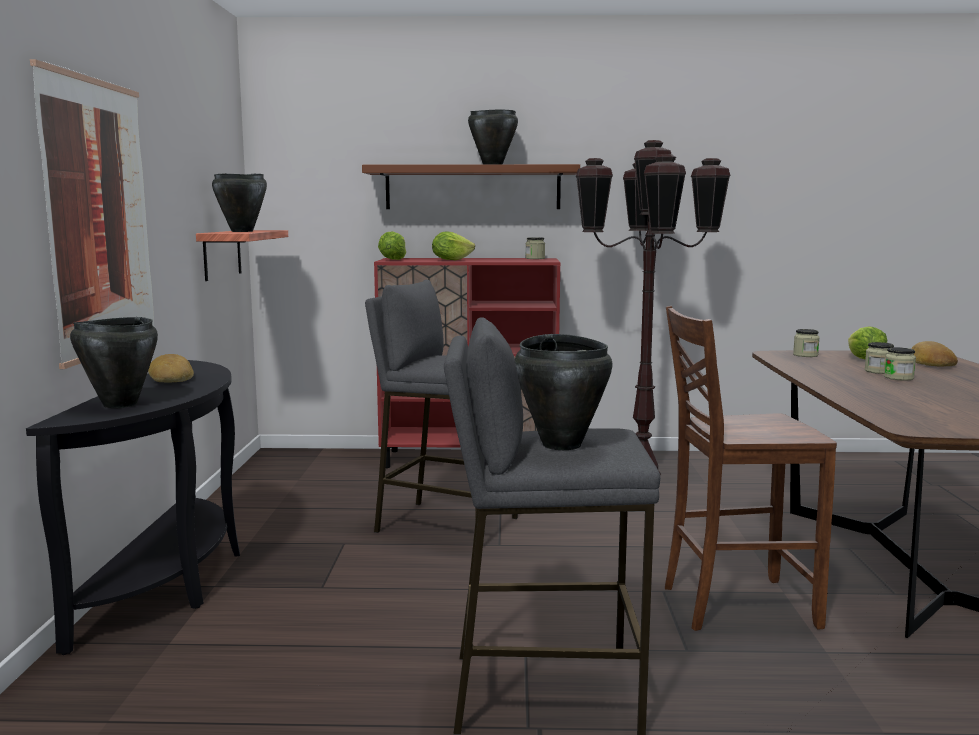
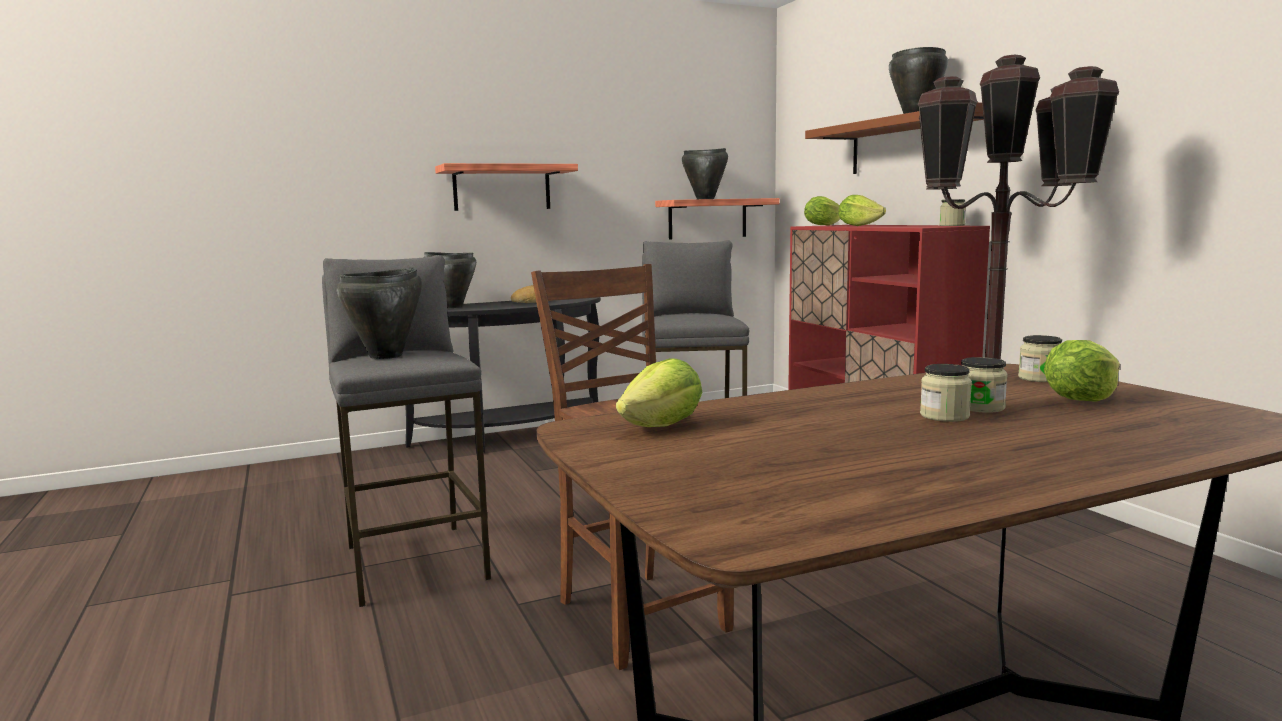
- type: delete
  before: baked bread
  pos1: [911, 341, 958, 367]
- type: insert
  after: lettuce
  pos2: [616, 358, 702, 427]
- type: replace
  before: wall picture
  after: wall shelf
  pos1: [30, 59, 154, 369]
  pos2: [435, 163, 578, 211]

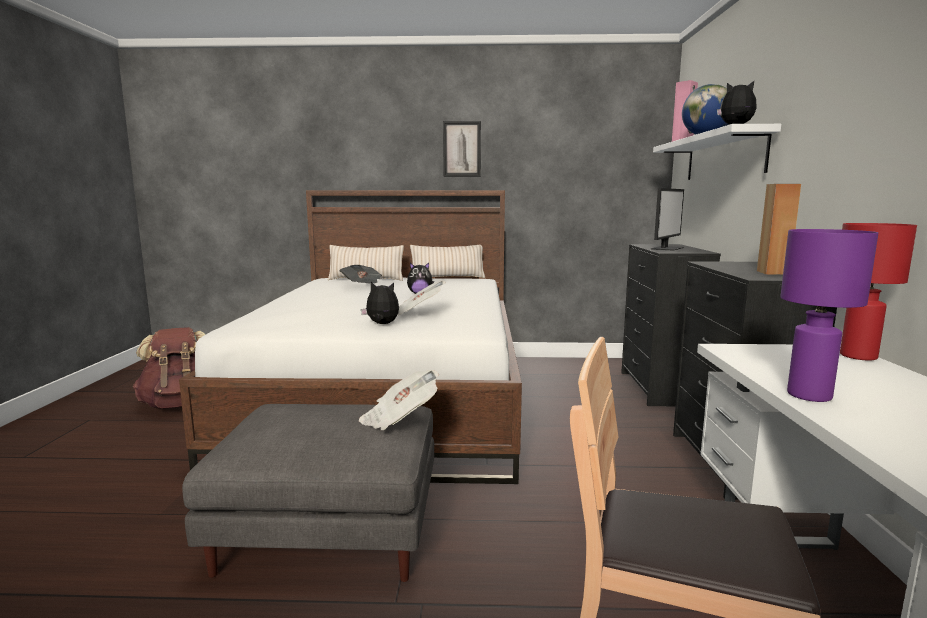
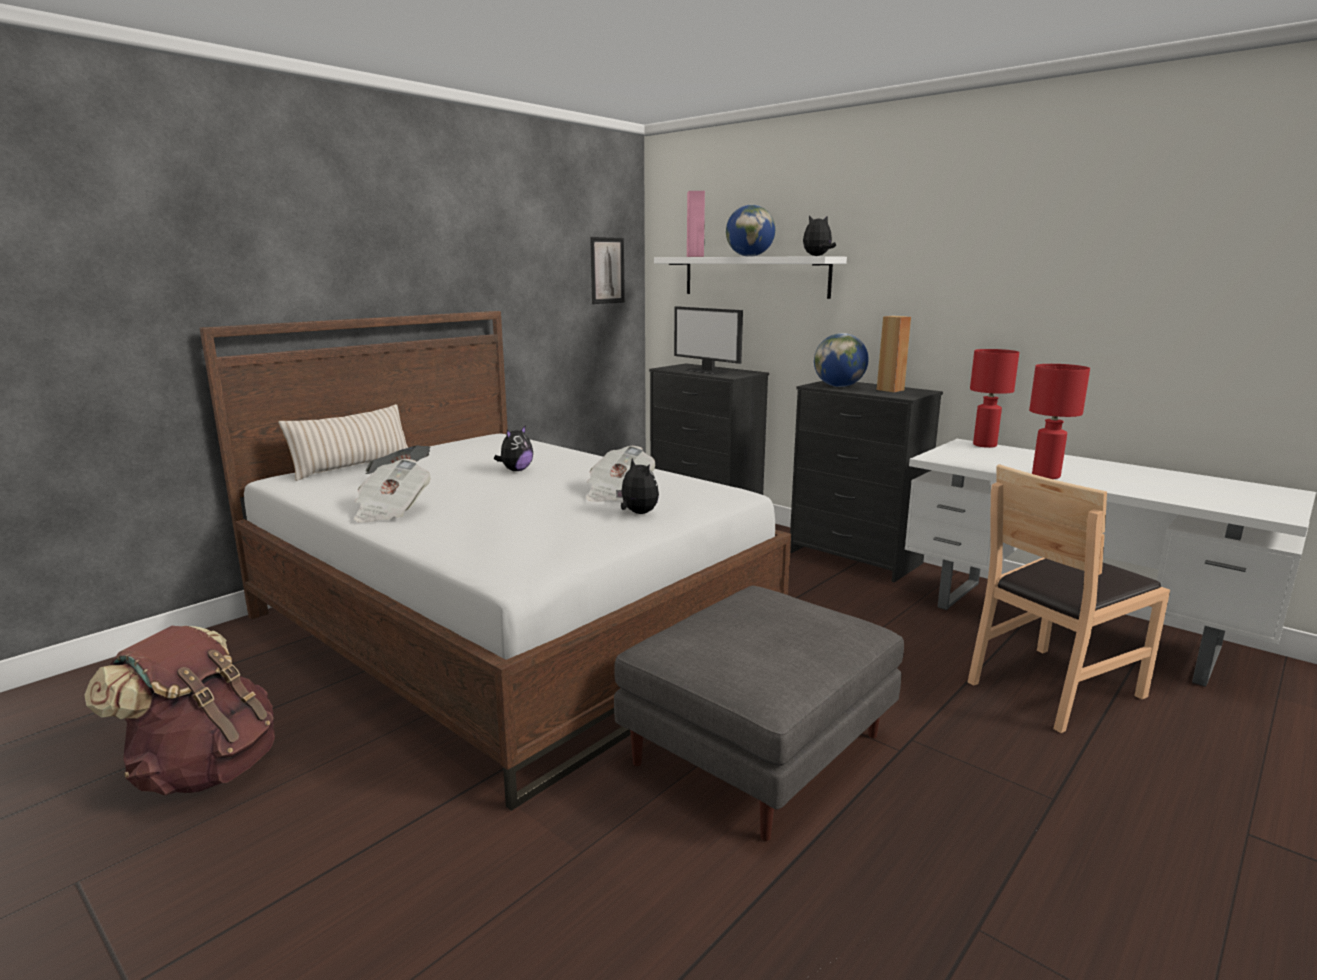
- type: delete
  before: pillow (beige)
  pos1: [410, 245, 485, 278]
- type: insert
  after: world globe
  pos2: [814, 333, 869, 387]
- type: move
  before: printed paper
  pos1: [359, 370, 439, 430]
  pos2: [354, 459, 431, 523]
- type: move
  before: wall picture
  pos1: [443, 121, 481, 177]
  pos2: [590, 237, 625, 304]
- type: recolor
  before: tabletop lamp (purple)
  after: tabletop lamp (red-coloured)
  pos1: [780, 229, 878, 402]
  pos2: [1029, 364, 1090, 479]
- type: rotate
  before: plush toy
  pos1: [361, 282, 399, 324]
  pos2: [616, 458, 659, 514]
  turn: 90
- type: rotate
  before: monitor
  pos1: [651, 188, 684, 251]
  pos2: [674, 306, 743, 374]
  turn: 150

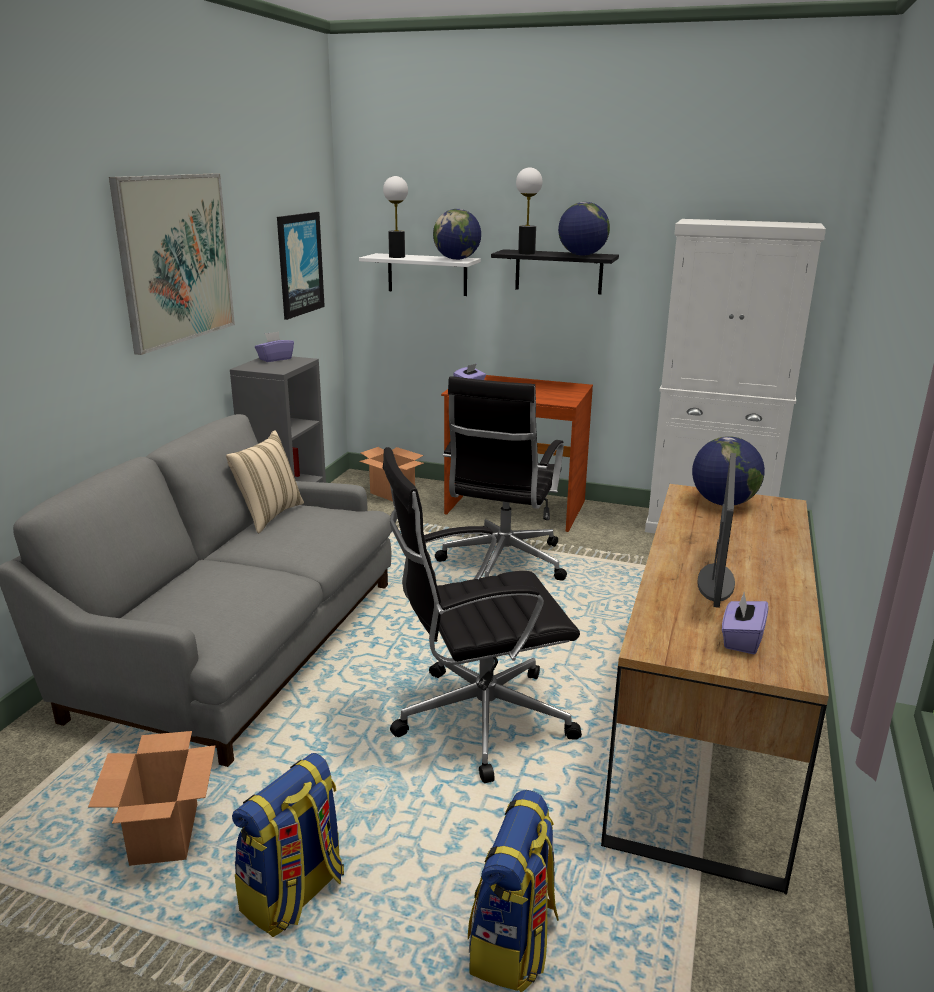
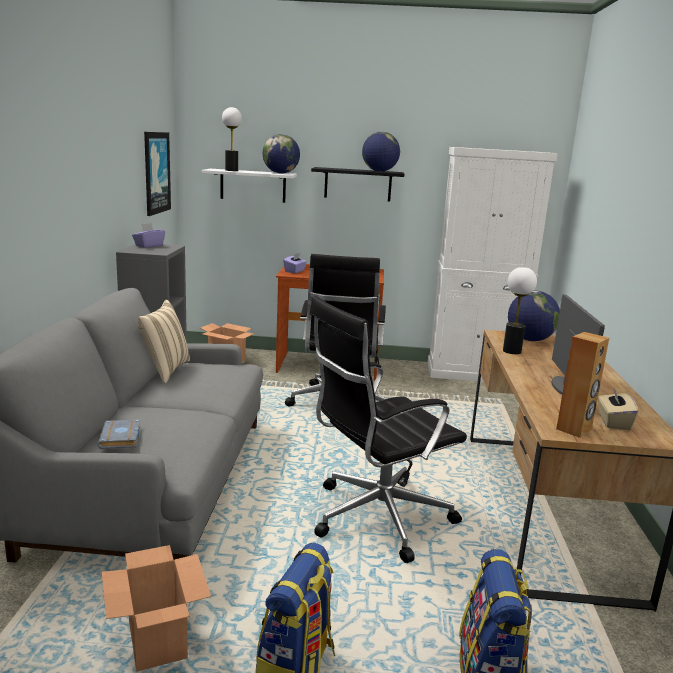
- type: delete
  before: wall picture
  pos1: [109, 174, 235, 355]
- type: insert
  after: bound book (gray)
  pos2: [98, 420, 140, 449]
- type: insert
  after: loudspeaker (brownish)
  pos2: [556, 332, 609, 438]
- type: move
  before: tabletop lamp
  pos1: [516, 167, 543, 254]
  pos2: [503, 267, 537, 354]
- type: recolor
  before: tissue holder (purple)
  after: tissue holder (beige)
  pos1: [722, 593, 769, 654]
  pos2: [598, 386, 638, 430]

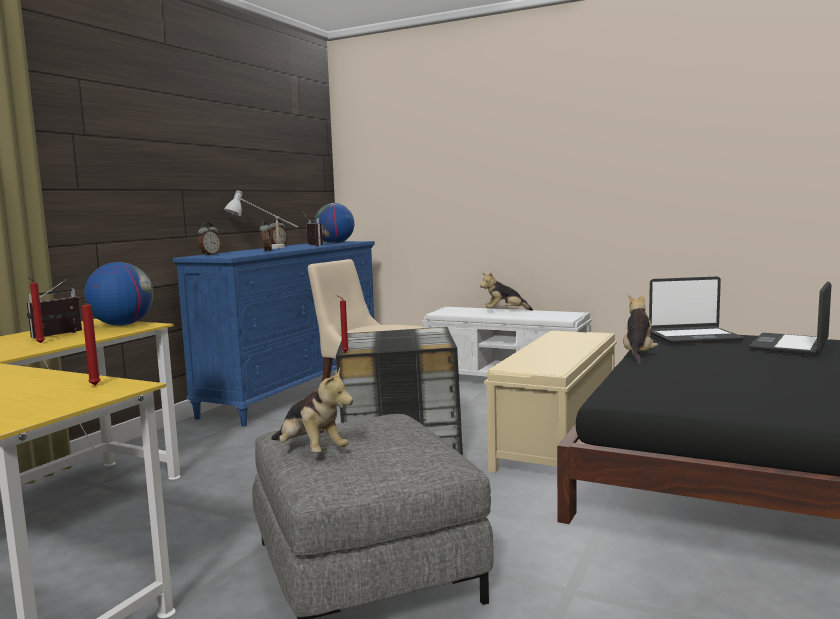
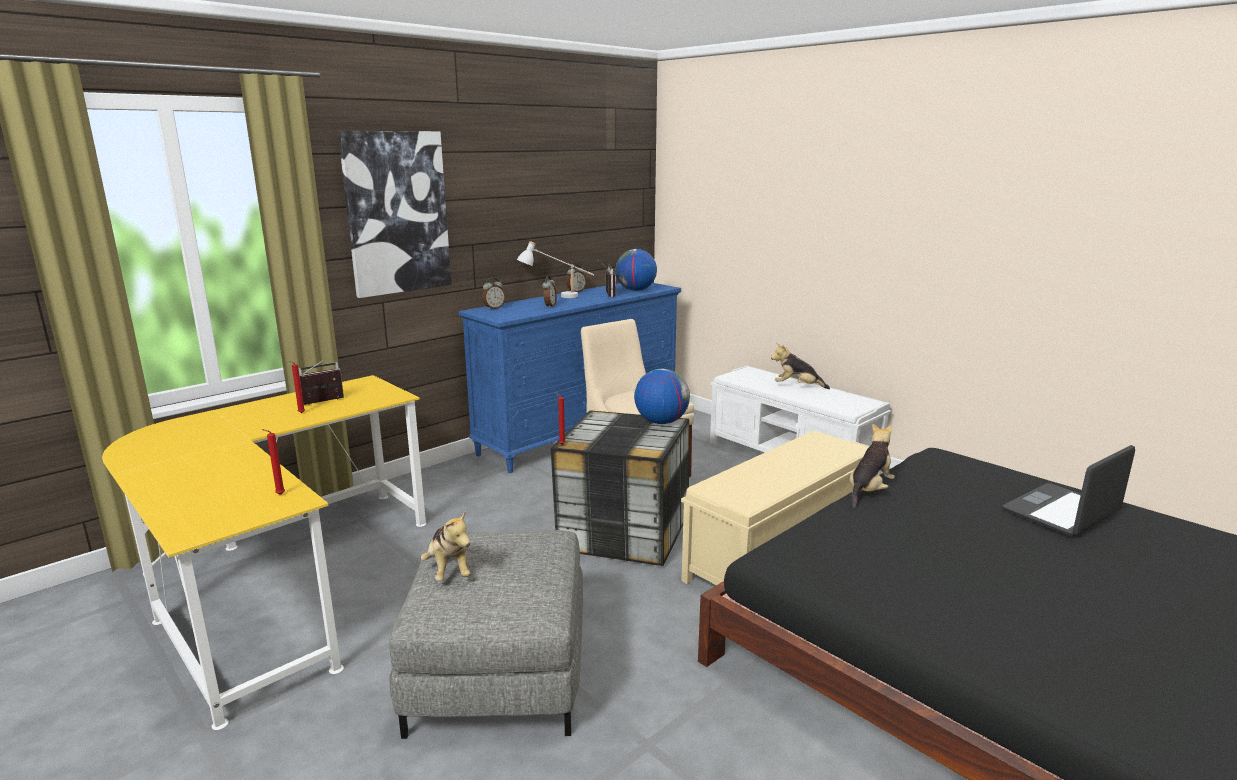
- type: delete
  before: laptop
  pos1: [649, 277, 745, 344]
- type: insert
  after: wall picture
  pos2: [338, 131, 452, 298]
- type: move
  before: world globe
  pos1: [84, 262, 154, 326]
  pos2: [634, 369, 690, 424]

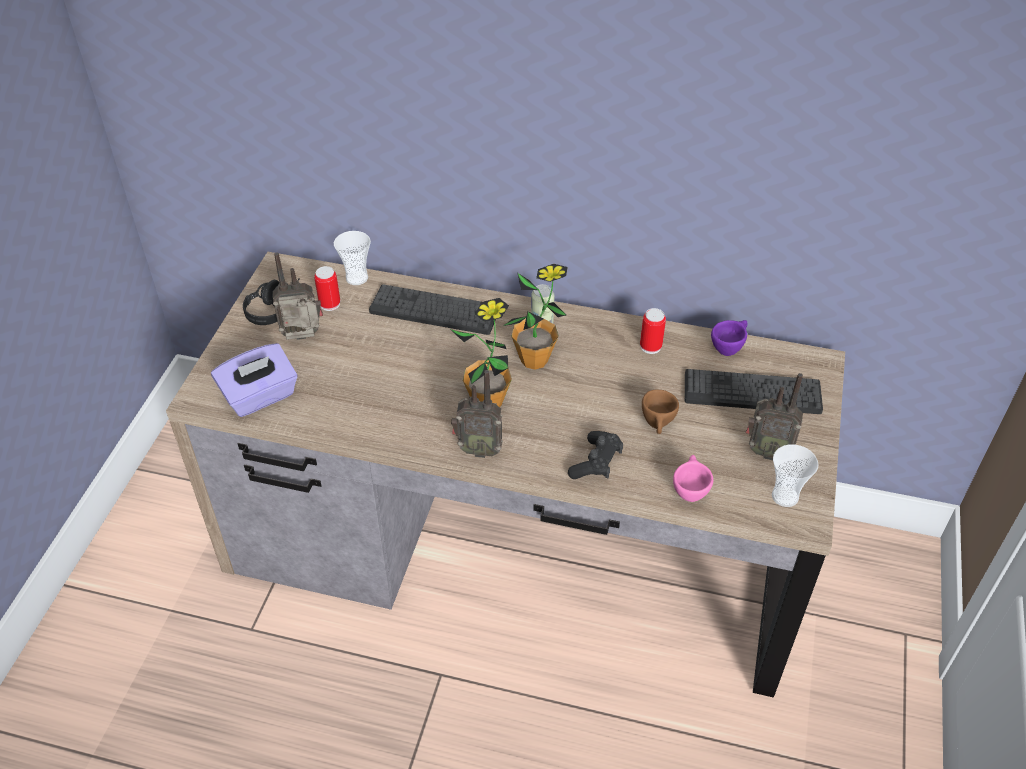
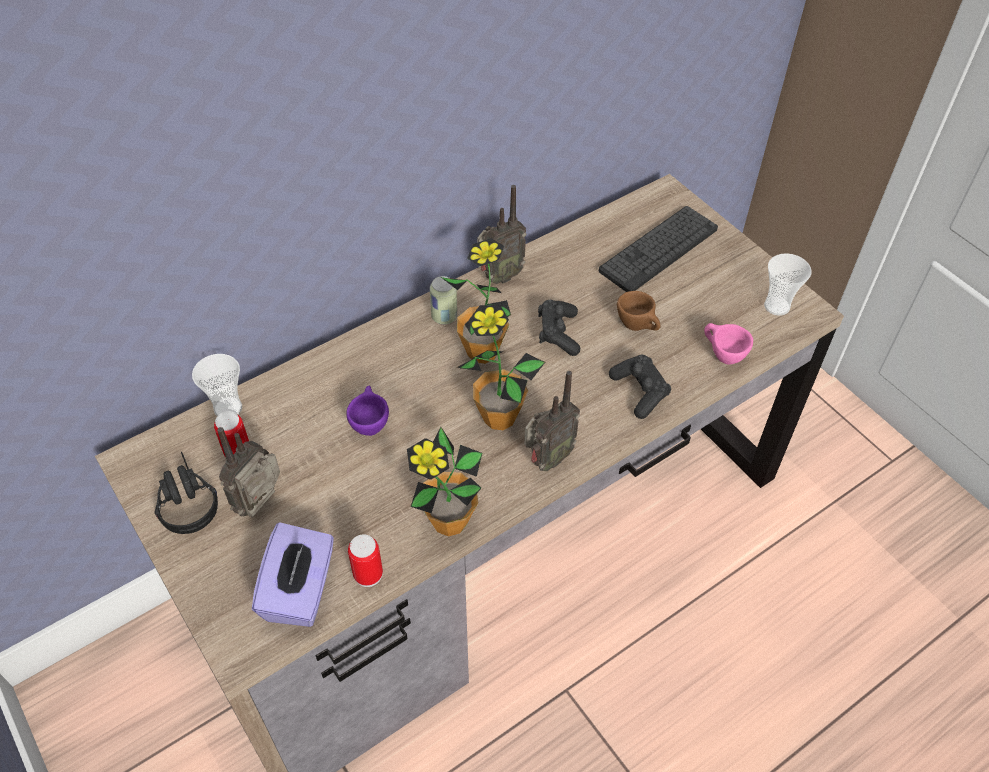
- type: delete
  before: keyboard
  pos1: [369, 284, 496, 335]
- type: insert
  after: potted plant
  pos2: [407, 427, 482, 537]
- type: insert
  after: joypad (black-coloured)
  pos2: [538, 300, 580, 356]
- type: move
  before: sealed can
  pos1: [640, 308, 666, 354]
  pos2: [348, 534, 383, 587]
- type: move
  before: drinking cup (purple)
  pos1: [711, 320, 747, 356]
  pos2: [346, 386, 389, 436]
- type: move
  before: radio
  pos1: [746, 373, 803, 461]
  pos2: [477, 185, 527, 284]

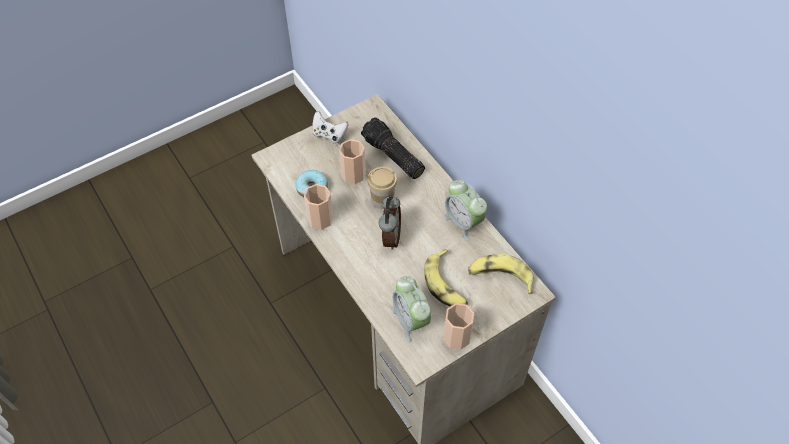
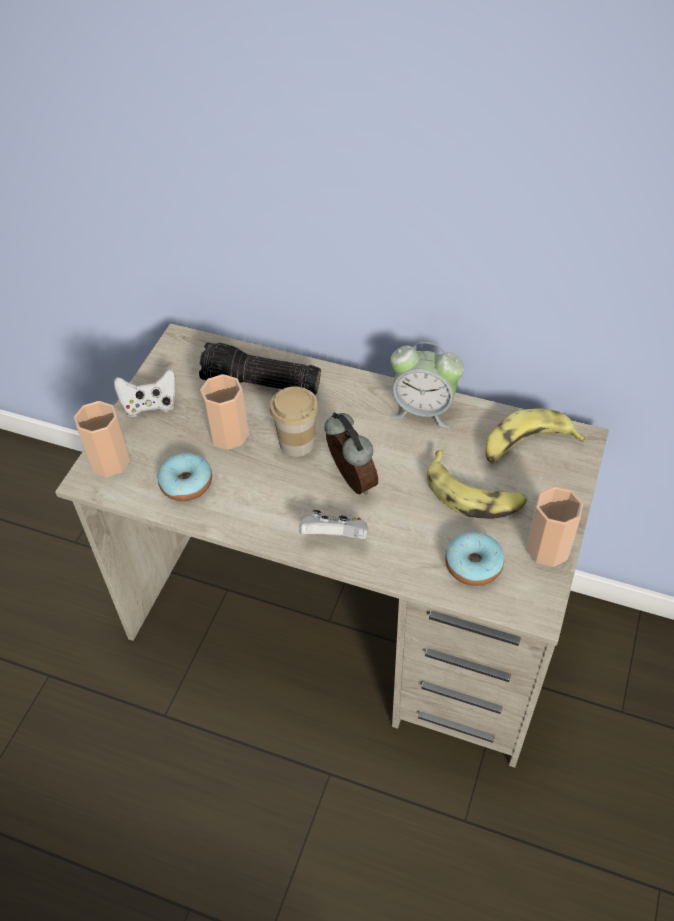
- type: insert
  after: joypad (white-coloured)
  pos2: [299, 510, 368, 539]
- type: move
  before: drinking cup
  pos1: [304, 184, 333, 230]
  pos2: [74, 401, 130, 477]
- type: replace
  before: bedside clock
  after: donut
  pos1: [392, 276, 431, 342]
  pos2: [445, 532, 504, 586]

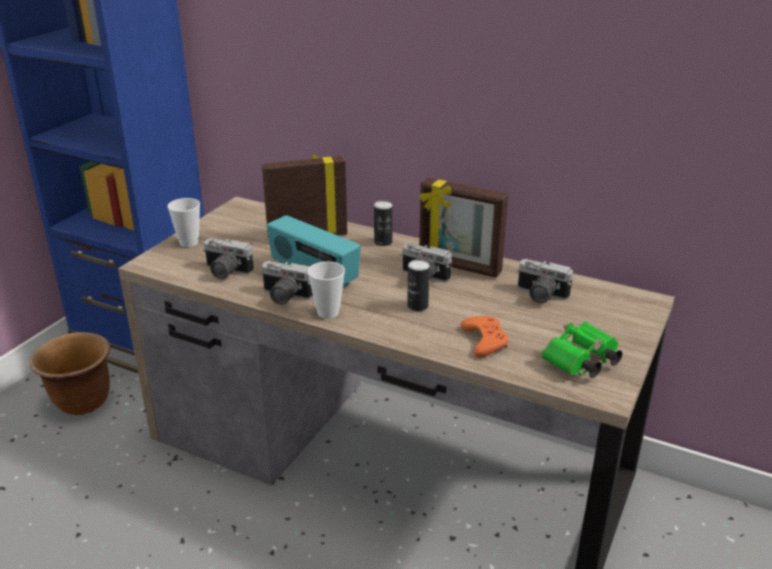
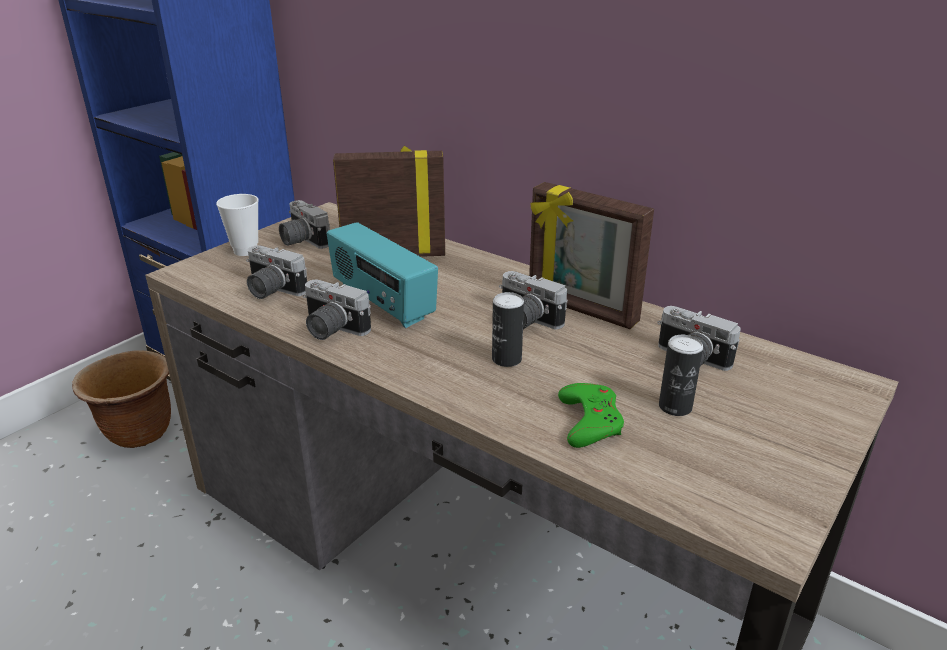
- type: delete
  before: drinking cup
  pos1: [308, 261, 345, 319]
- type: delete
  before: binoculars (green)
  pos1: [542, 322, 622, 378]
- type: insert
  after: photo camera
  pos2: [279, 200, 330, 249]
- type: move
  before: sealed can
  pos1: [374, 200, 393, 246]
  pos2: [659, 335, 703, 416]
- type: recolor
  before: joypad (orange-coloured)
  after: joypad (green)
  pos1: [460, 316, 509, 358]
  pos2: [558, 383, 624, 448]

